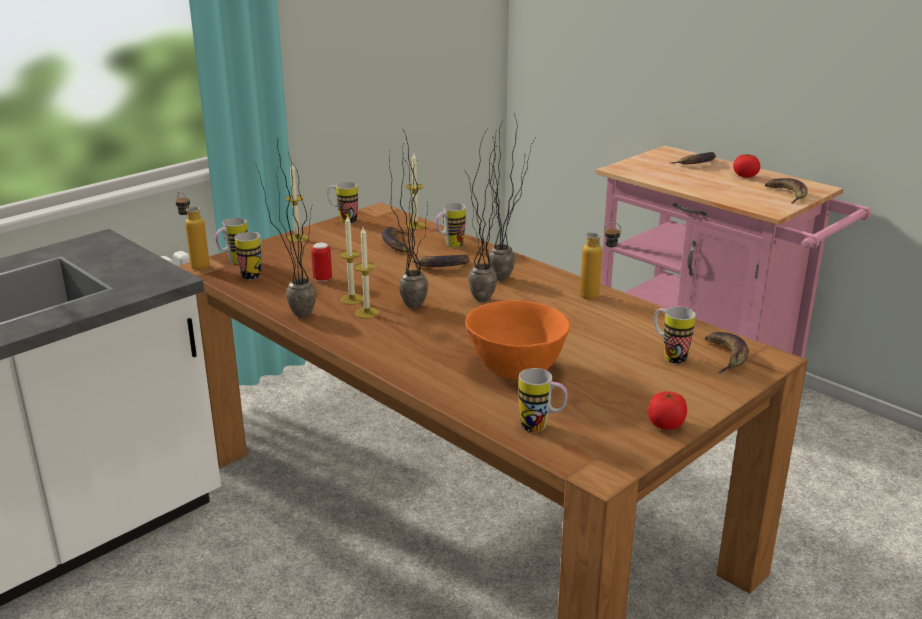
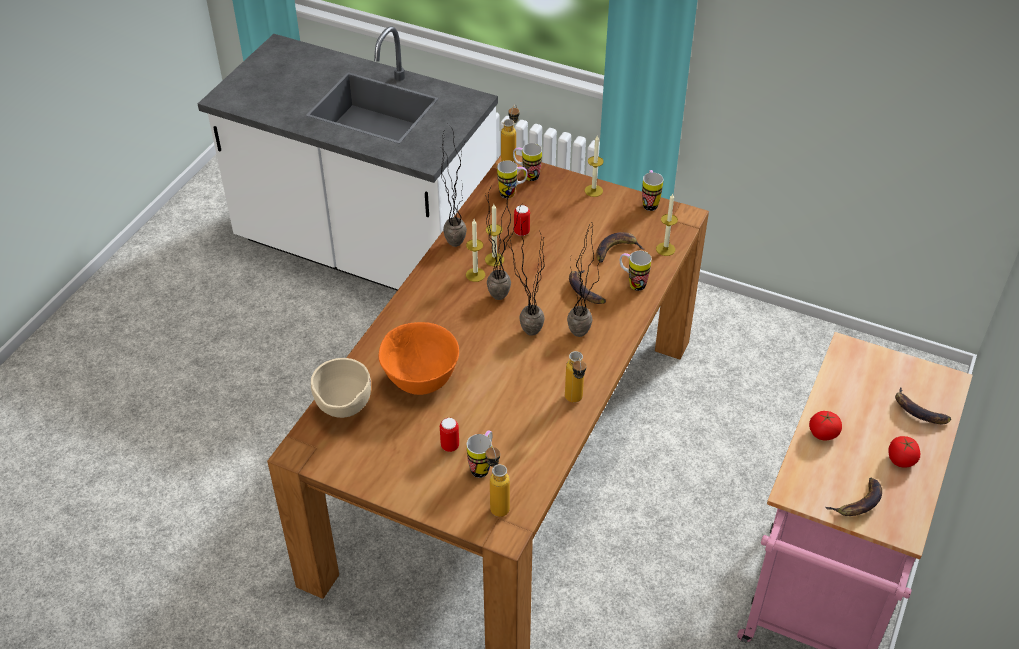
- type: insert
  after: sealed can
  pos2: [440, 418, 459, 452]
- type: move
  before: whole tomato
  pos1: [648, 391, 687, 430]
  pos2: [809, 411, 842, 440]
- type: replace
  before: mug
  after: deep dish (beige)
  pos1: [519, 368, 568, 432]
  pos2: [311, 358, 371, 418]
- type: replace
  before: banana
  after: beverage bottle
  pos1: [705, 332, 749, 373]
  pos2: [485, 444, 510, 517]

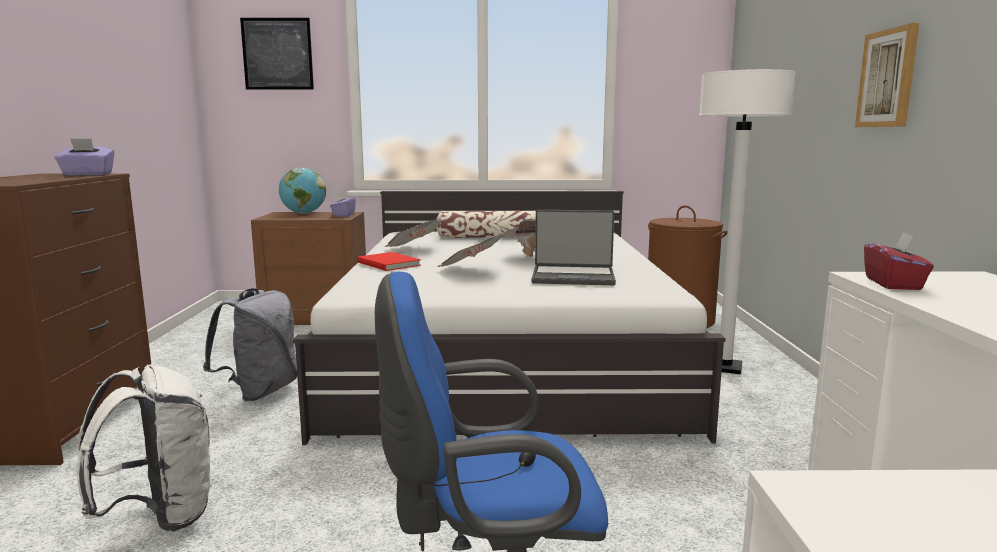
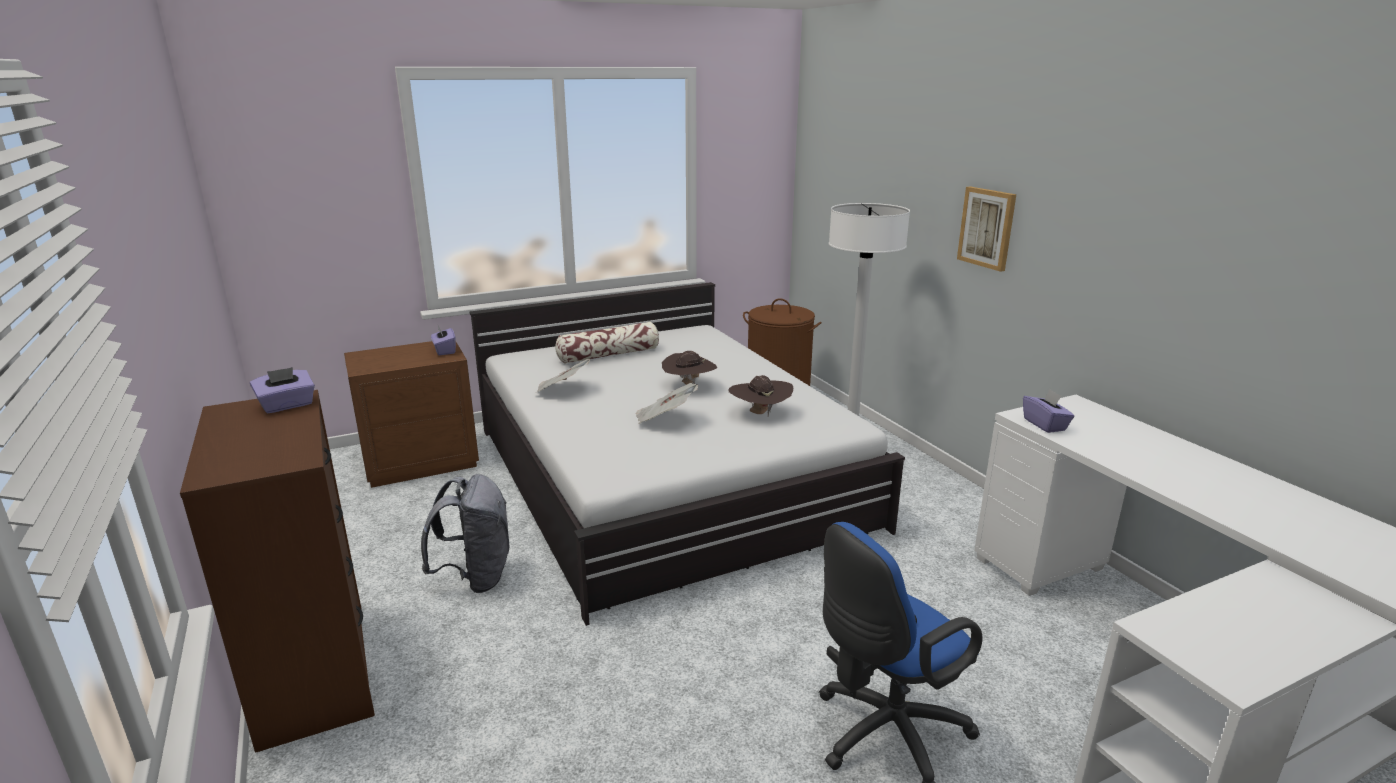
- type: delete
  before: knapsack (white-coloured)
  pos1: [76, 365, 213, 532]
- type: delete
  before: wall picture
  pos1: [240, 18, 314, 90]
- type: delete
  before: world globe
  pos1: [279, 168, 326, 214]
- type: delete
  before: bound book (red-coloured)
  pos1: [357, 252, 421, 271]
- type: replace
  before: laptop
  after: clothing hat (brownish)
  pos1: [532, 210, 616, 285]
  pos2: [728, 375, 793, 417]
- type: recolor
  before: tissue holder (red-coloured)
  after: tissue holder (purple)
  pos1: [864, 232, 934, 290]
  pos2: [1023, 389, 1075, 433]

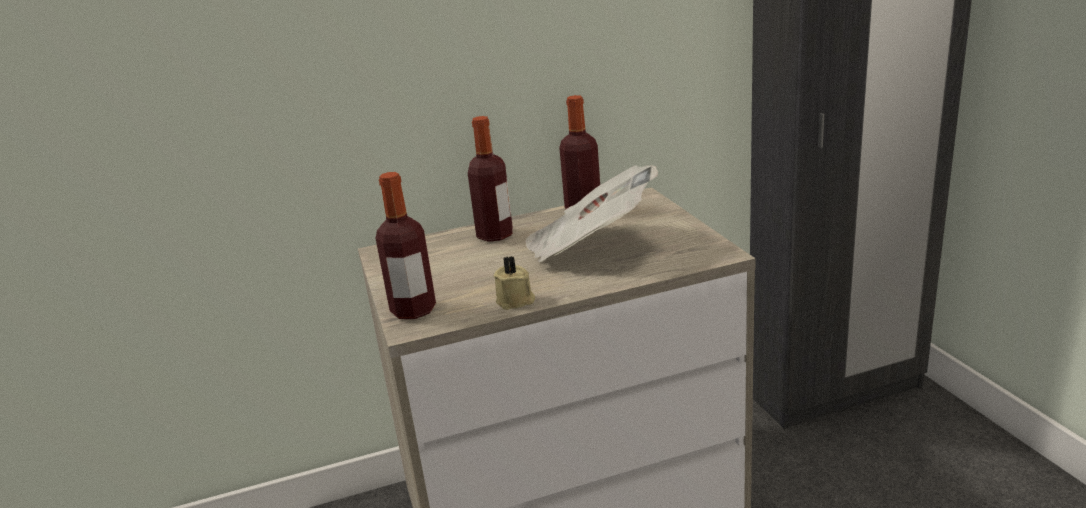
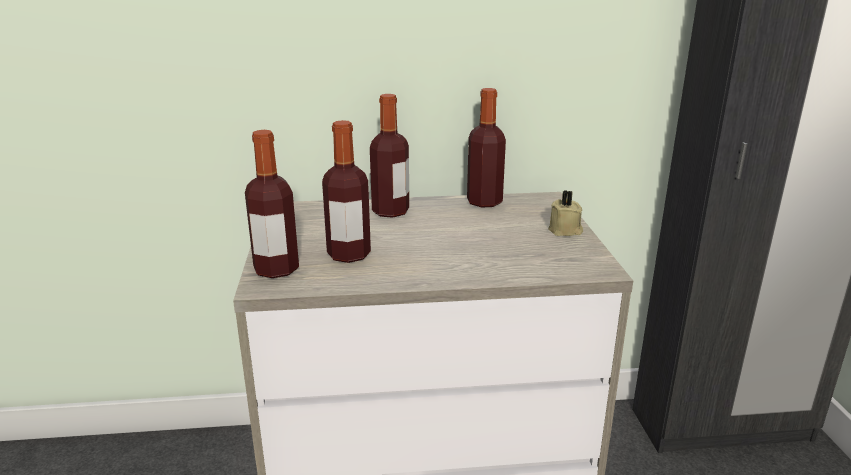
- type: delete
  before: printed paper
  pos1: [525, 165, 658, 262]
- type: insert
  after: beverage bottle
  pos2: [322, 120, 371, 263]
- type: move
  before: wax candle (beige)
  pos1: [494, 256, 535, 310]
  pos2: [548, 191, 583, 236]

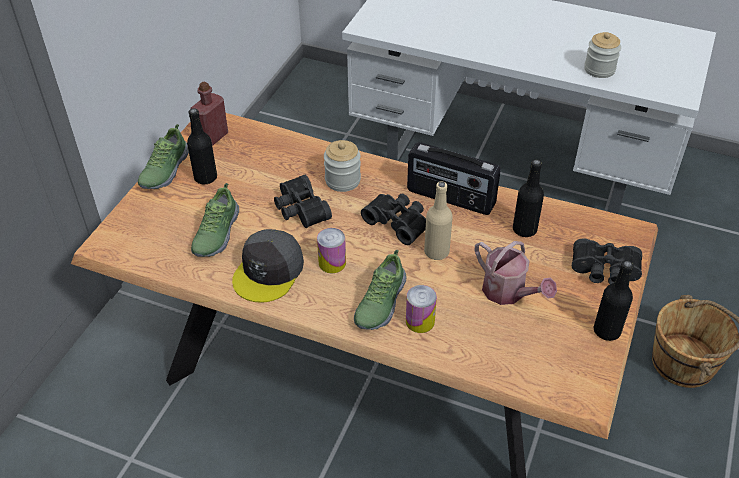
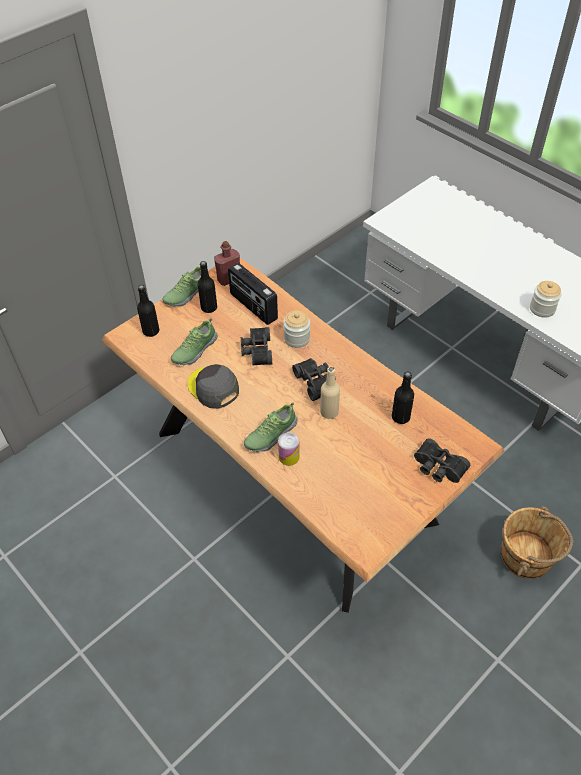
- type: delete
  before: sealed can
  pos1: [317, 228, 346, 273]
- type: delete
  before: watering pot
  pos1: [475, 241, 557, 305]
- type: move
  before: radio
  pos1: [407, 142, 501, 215]
  pos2: [228, 263, 278, 325]
- type: move
  before: beverage bottle (black-coloured)
  pos1: [594, 260, 634, 341]
  pos2: [137, 285, 159, 337]
- type: rotate
  before: cap (gray)
  pos1: [232, 229, 304, 303]
  pos2: [187, 364, 239, 409]
  turn: 90

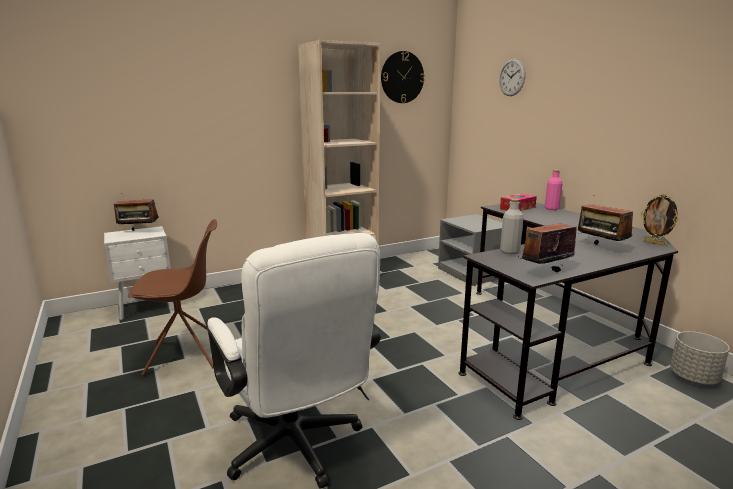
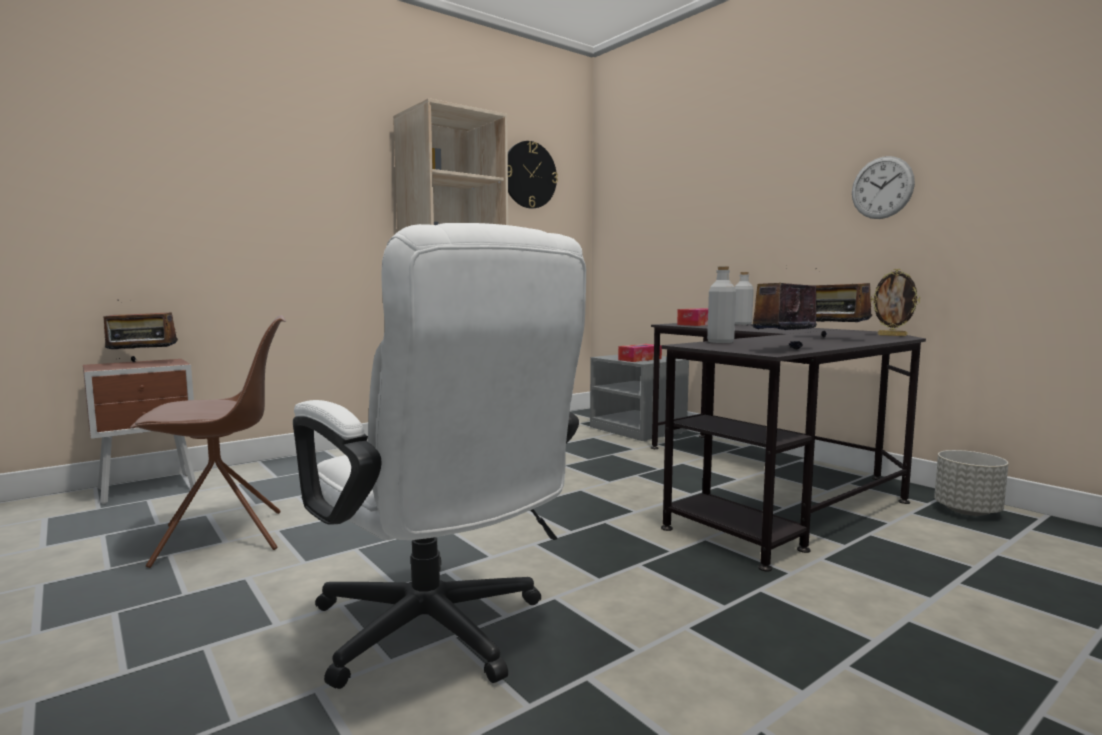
- type: insert
  after: tissue holder
  pos2: [618, 344, 662, 362]
- type: move
  before: hanging clock
  pos1: [499, 58, 525, 96]
  pos2: [852, 156, 915, 219]
- type: recolor
  before: bedside table (white-coloured)
  after: bedside table (brownish)
  pos1: [104, 226, 174, 320]
  pos2: [83, 359, 196, 504]
- type: recolor
  before: beverage bottle (pinkish)
  after: beverage bottle (gray)
  pos1: [545, 170, 563, 210]
  pos2: [735, 272, 754, 325]

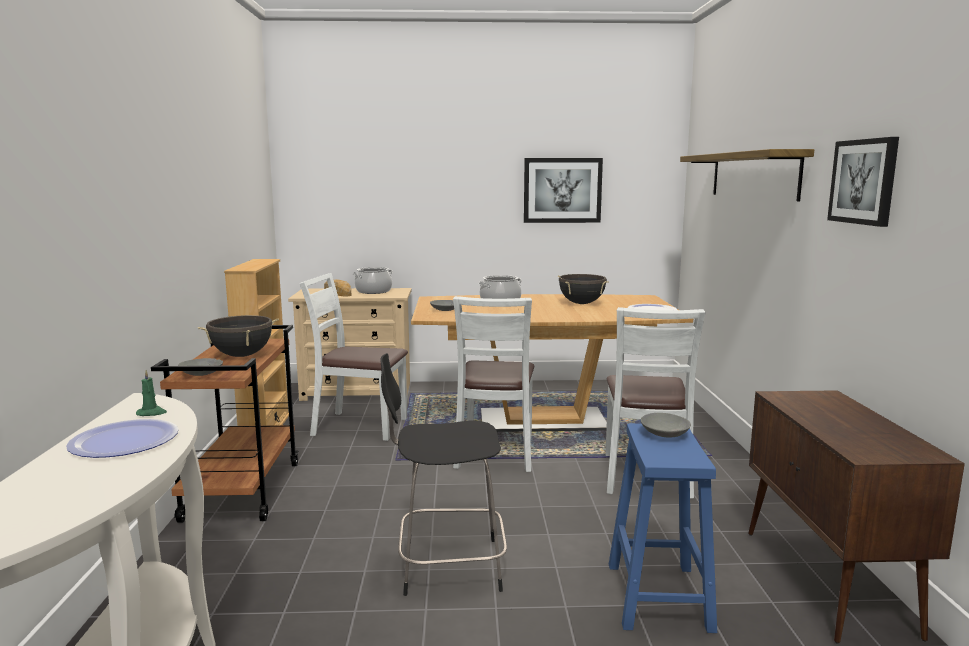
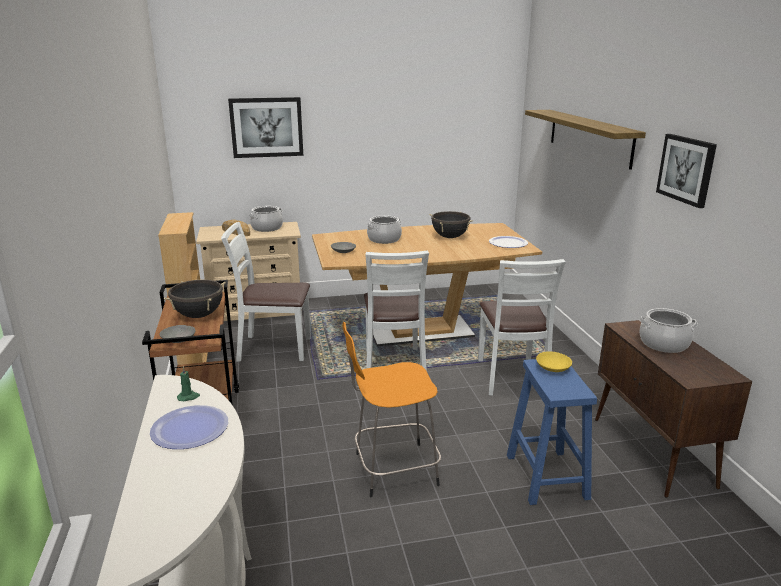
- type: insert
  after: cooking pot
  pos2: [639, 308, 698, 353]
- type: move
  before: wall picture
  pos1: [524, 158, 603, 223]
  pos2: [228, 97, 303, 158]
- type: recolor
  before: sitting stool (black-coloured)
  after: sitting stool (orange-coloured)
  pos1: [380, 353, 507, 596]
  pos2: [343, 322, 441, 497]
- type: recolor
  before: deep dish (gray)
  after: deep dish (yellowish)
  pos1: [641, 413, 691, 438]
  pos2: [536, 351, 572, 372]

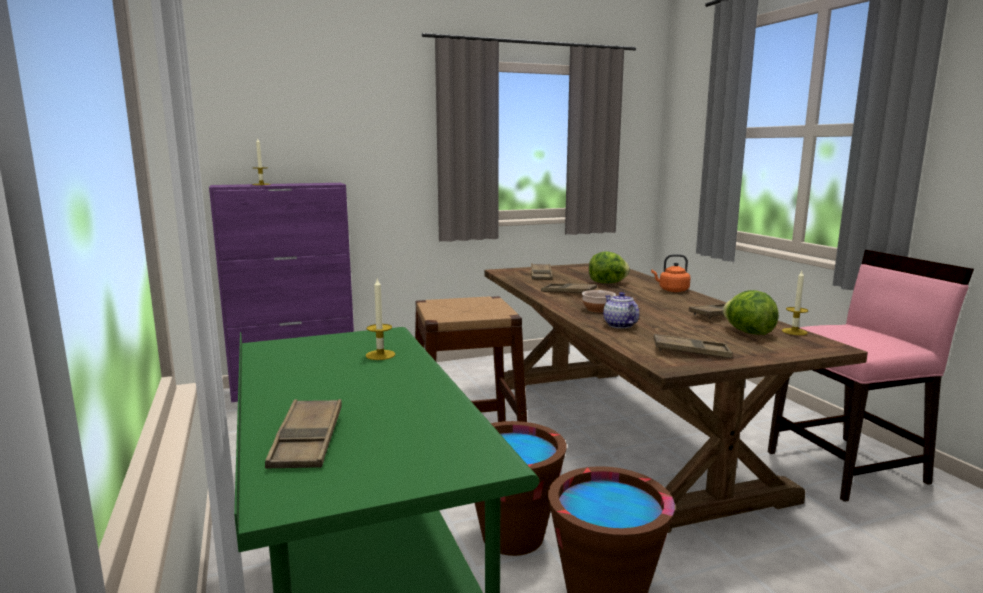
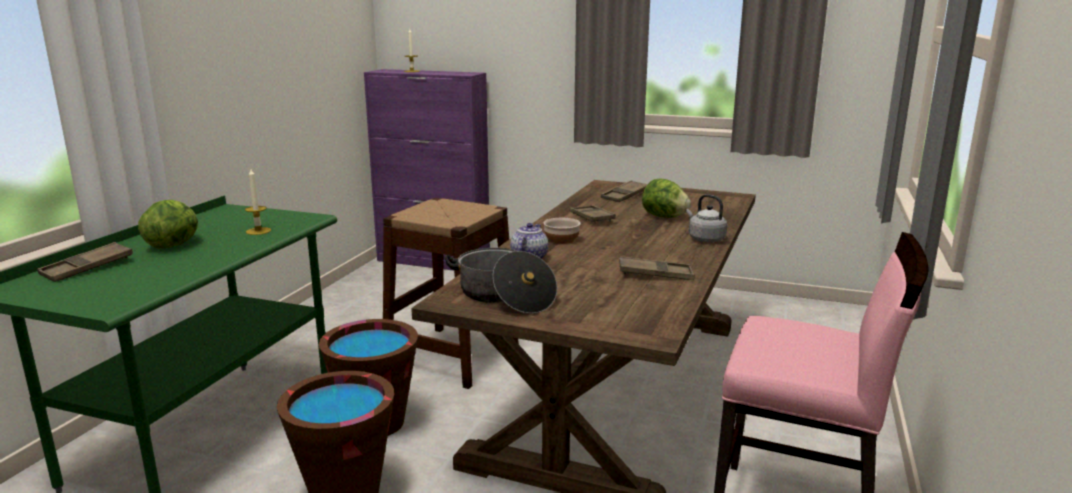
- type: delete
  before: wax candle
  pos1: [782, 271, 808, 335]
- type: move
  before: lettuce
  pos1: [722, 290, 779, 335]
  pos2: [138, 200, 198, 249]
- type: replace
  before: carrying tray (brownish)
  after: cooking pot
  pos1: [654, 334, 733, 358]
  pos2: [445, 248, 557, 314]
- type: recolor
  before: tea kettle (orange-coloured)
  after: tea kettle (gray)
  pos1: [651, 254, 691, 292]
  pos2: [686, 194, 727, 243]

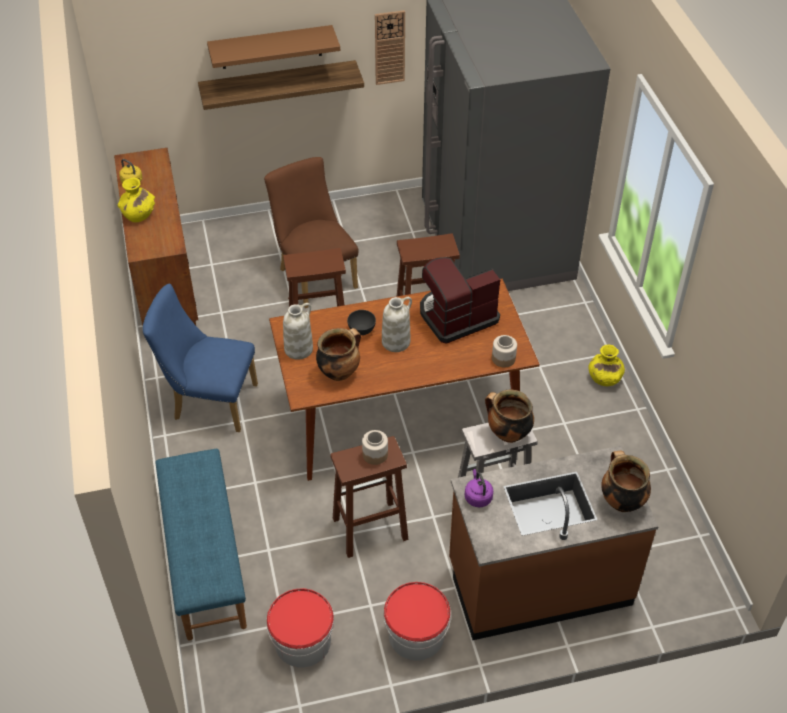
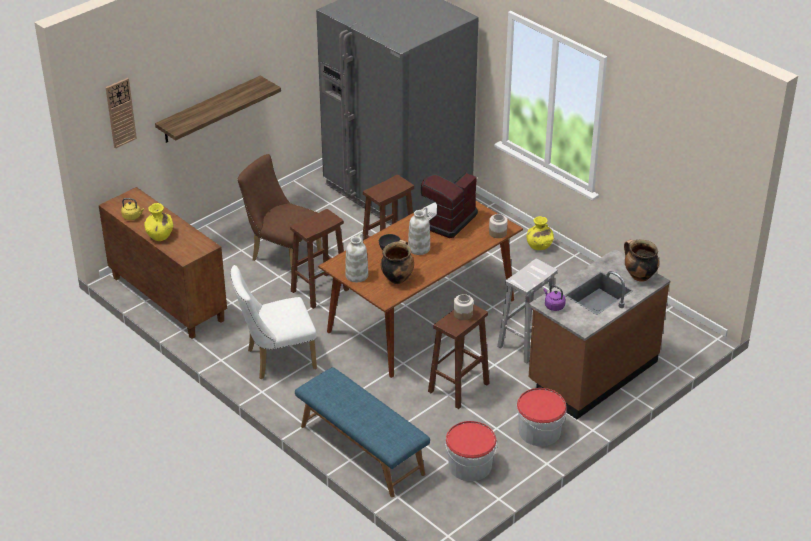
- type: delete
  before: wall shelf (brownish)
  pos1: [207, 25, 340, 69]
- type: delete
  before: cooking pot
  pos1: [485, 389, 534, 443]
- type: move
  before: hanging clock
  pos1: [375, 10, 405, 85]
  pos2: [106, 78, 137, 149]
- type: recolor
  before: chair (bluish)
  after: chair (white-coloured)
  pos1: [143, 284, 258, 432]
  pos2: [231, 265, 317, 379]

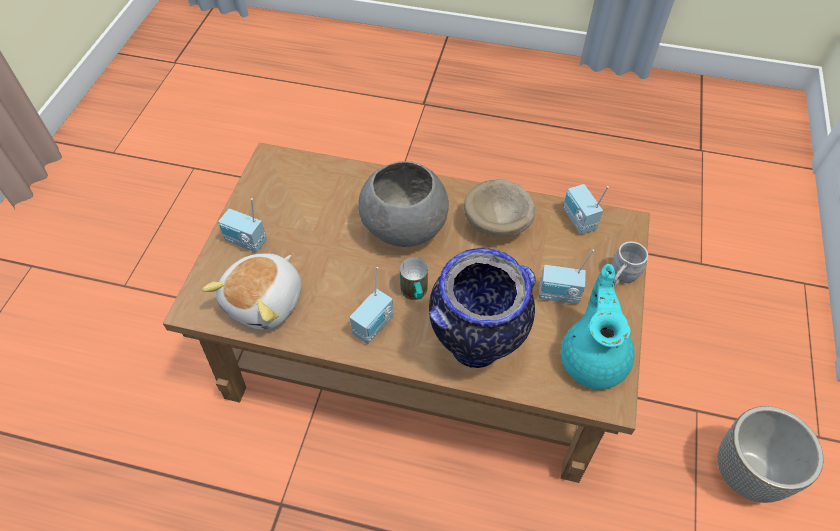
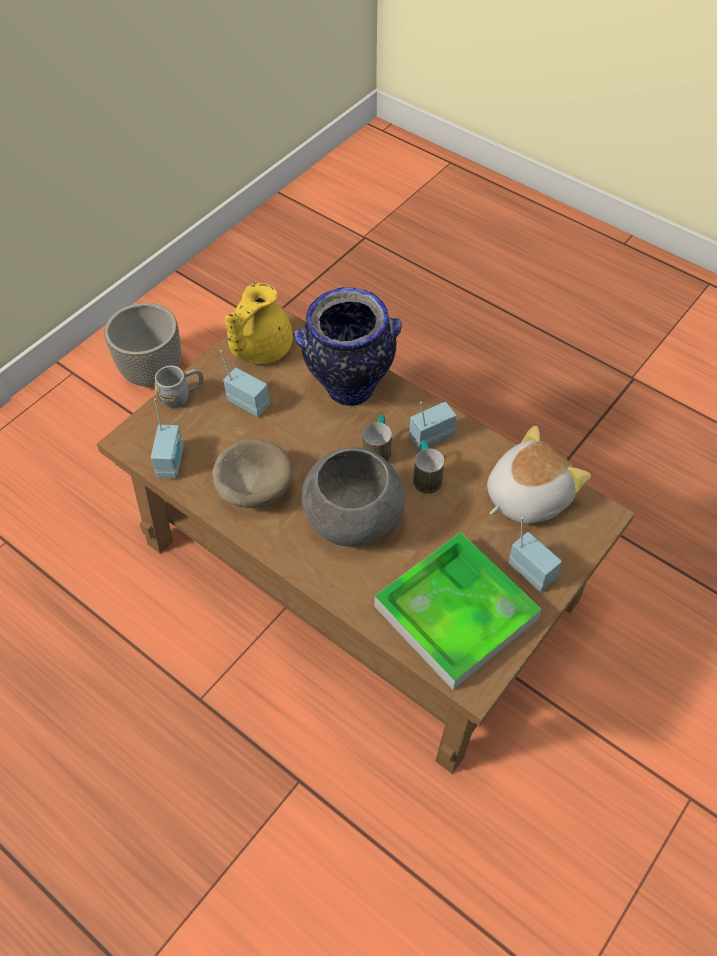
- type: insert
  after: carrying tray
  pos2: [374, 532, 542, 690]
- type: insert
  after: mug
  pos2: [413, 440, 444, 494]
- type: recolor
  before: teapot (turquoise)
  after: teapot (yellowish)
  pos1: [561, 264, 634, 389]
  pos2: [225, 283, 293, 364]

